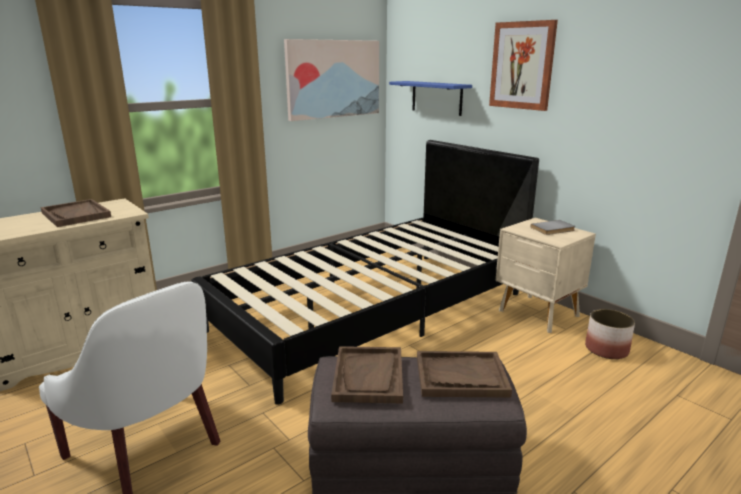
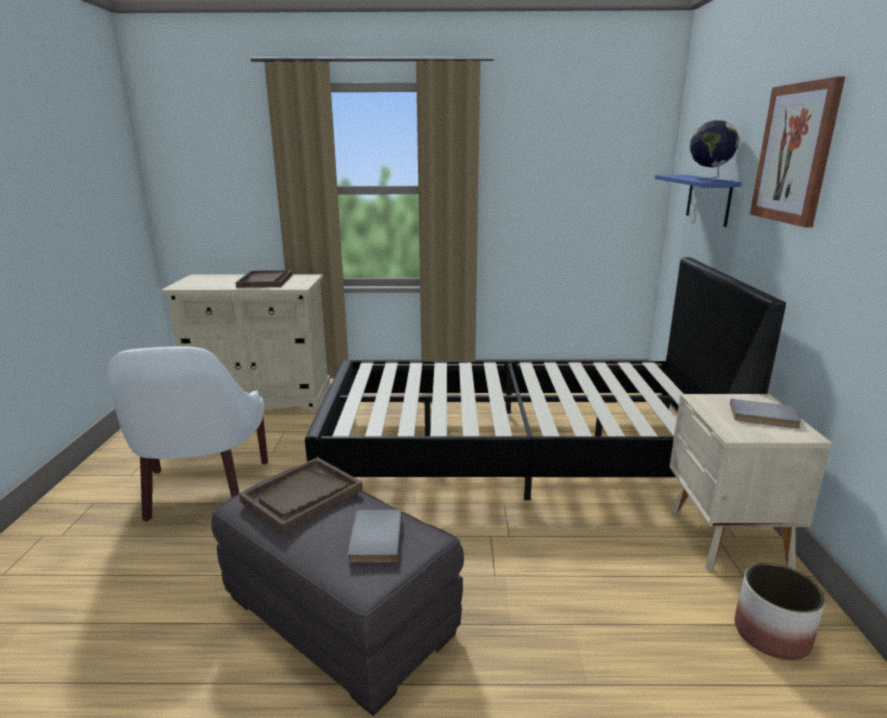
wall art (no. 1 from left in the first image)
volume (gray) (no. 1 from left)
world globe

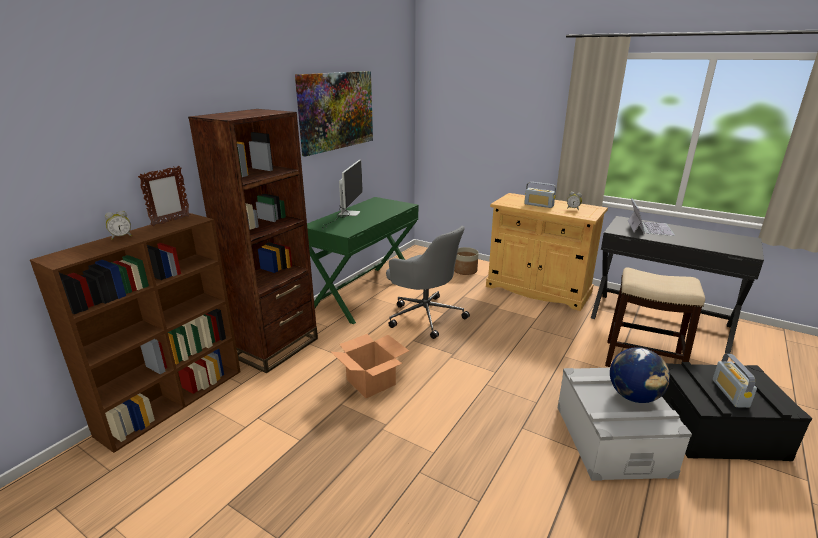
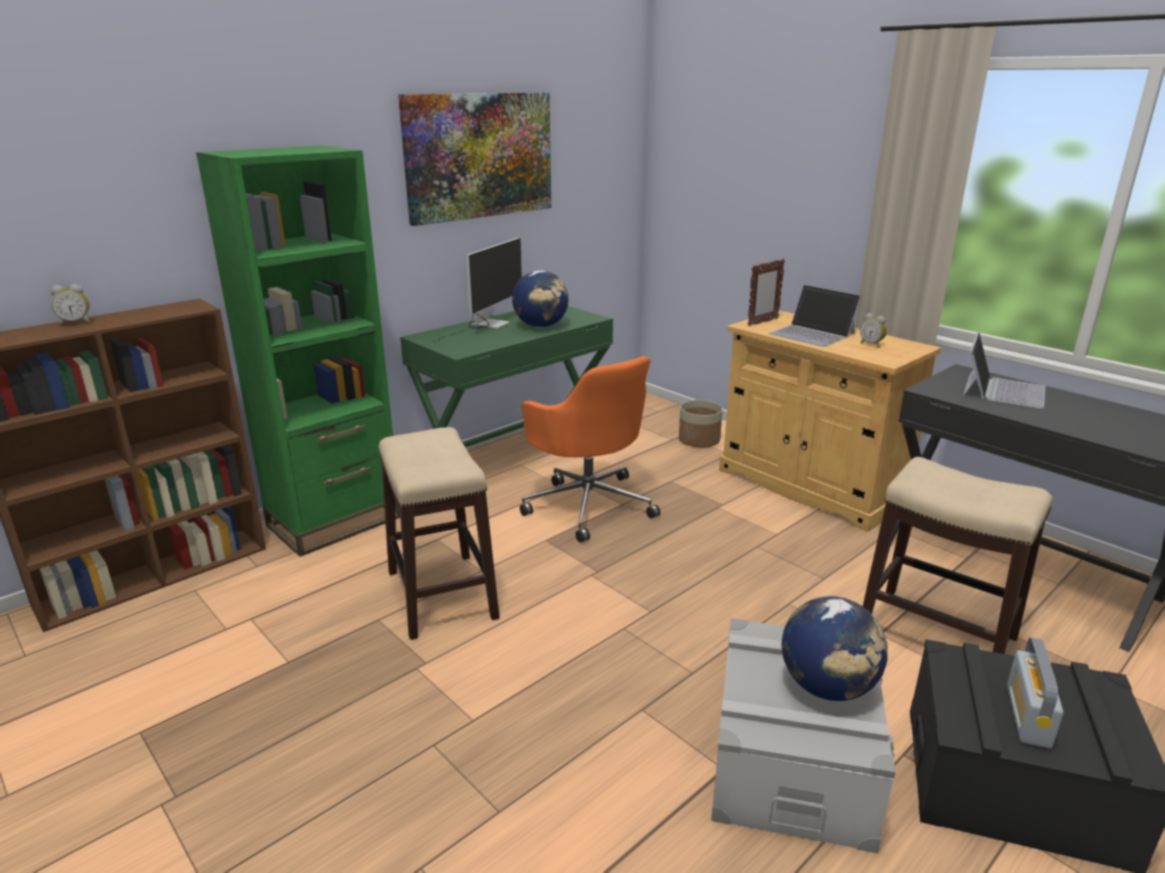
photo frame
shelving unit (green-coloured)
stool seat (no. 1 from left)
desk chair (orange)
portable computer (no. 1 from left)
world globe (no. 1 from left)

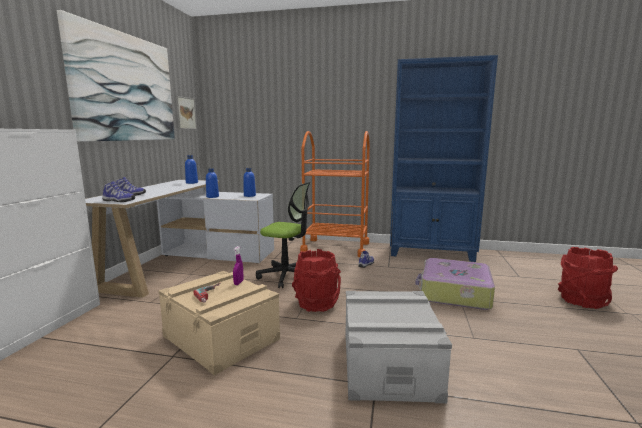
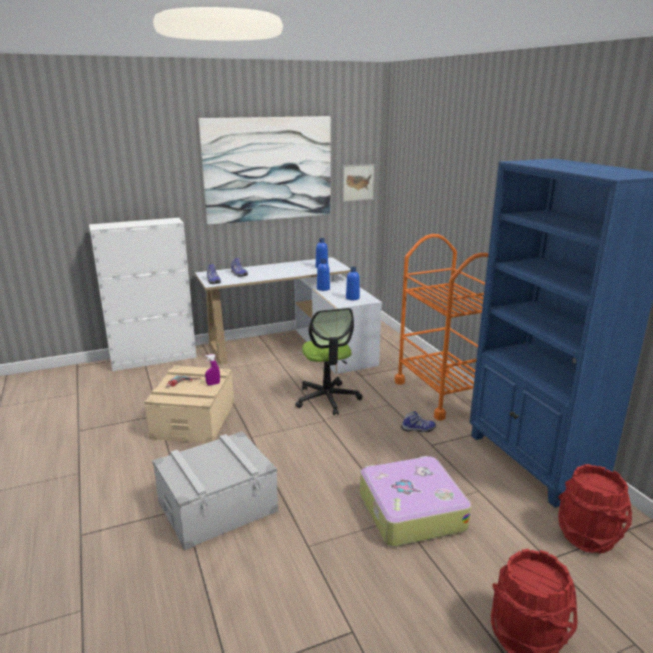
bucket (red) (no. 2 from left)

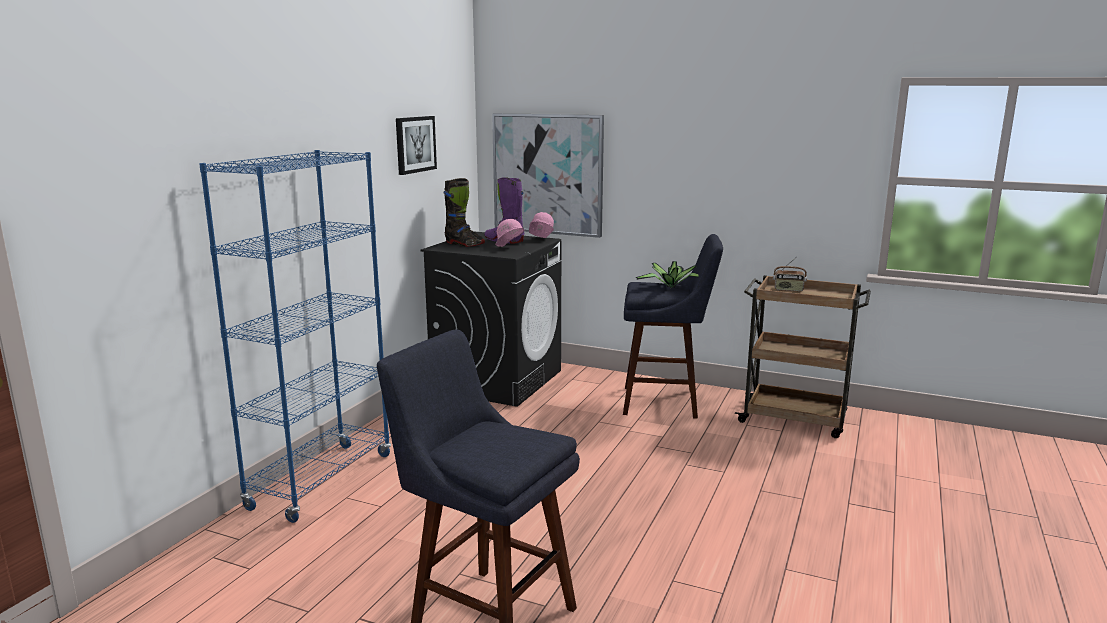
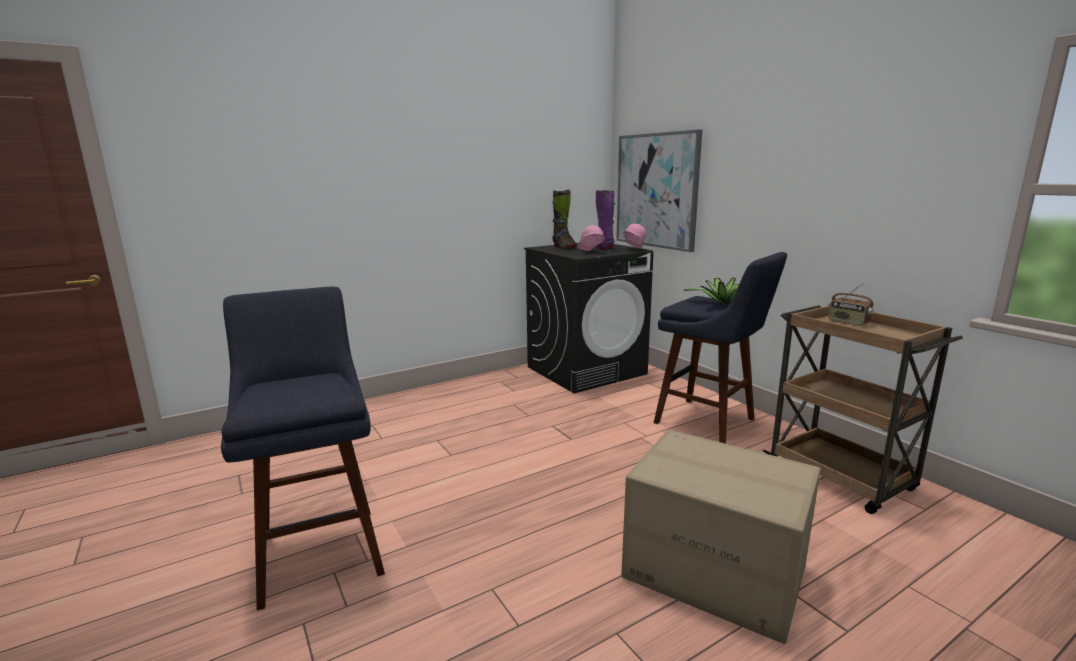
shelving unit (blue-coloured)
wall art (no. 1 from left in the first image)
cardboard box

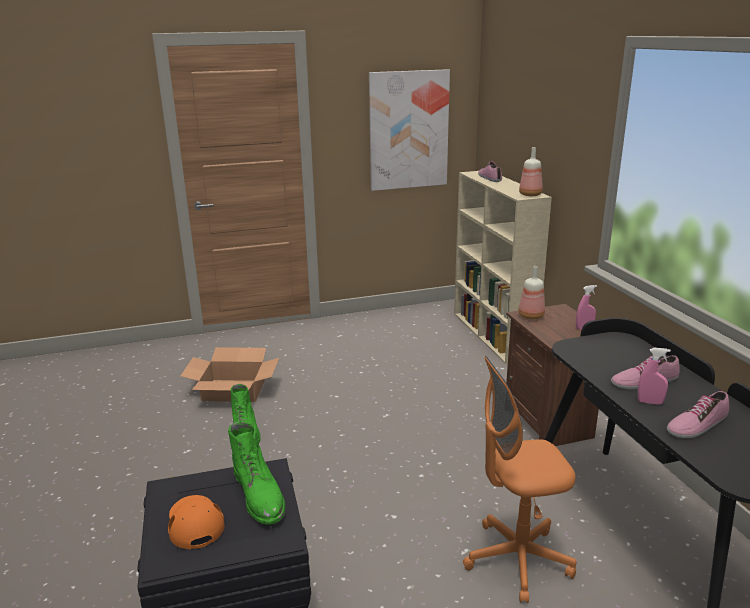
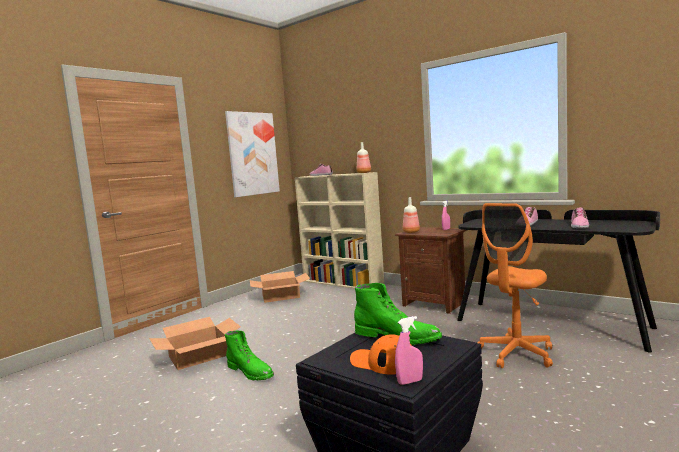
spray bottle (pink) (no. 1 from left)
cardboard box (no. 2 from left)

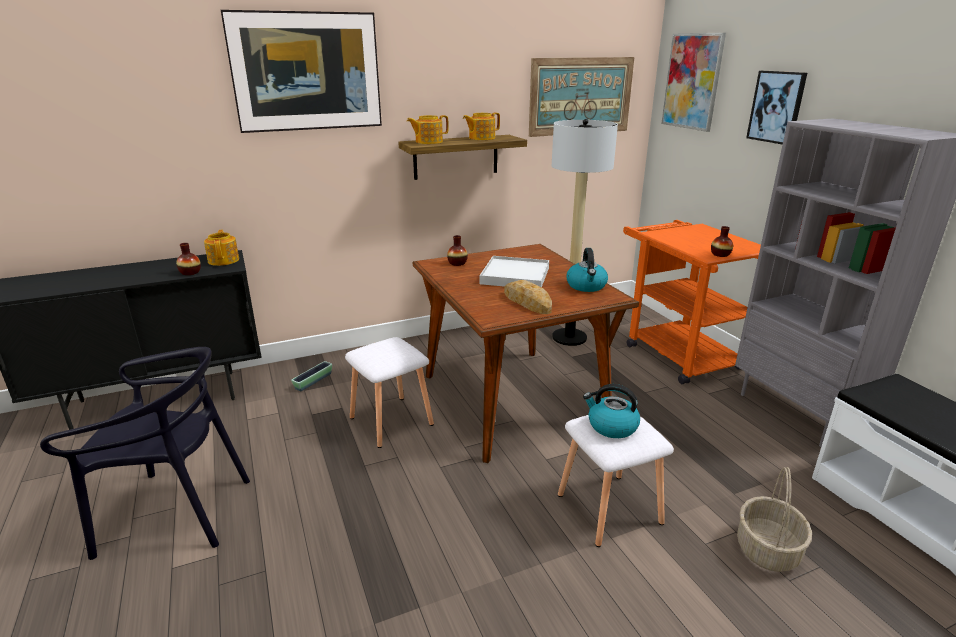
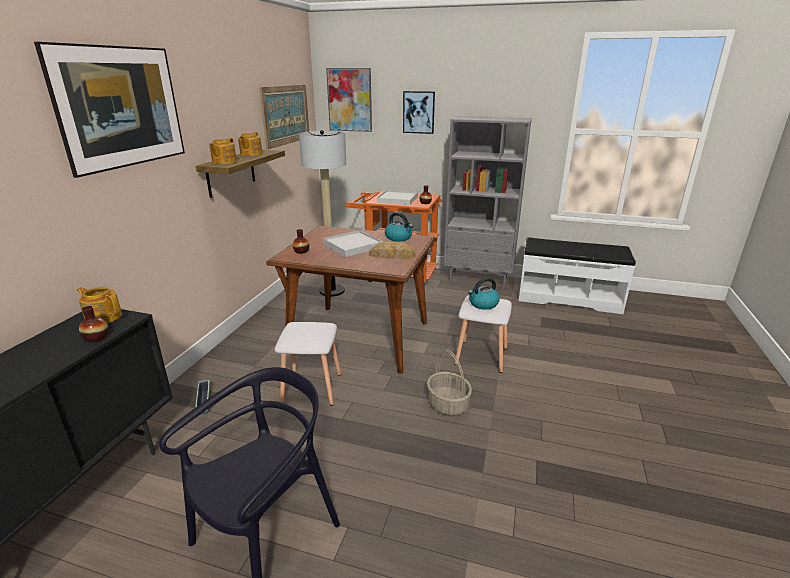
basket
carrying tray (whitish) (no. 2 from left)

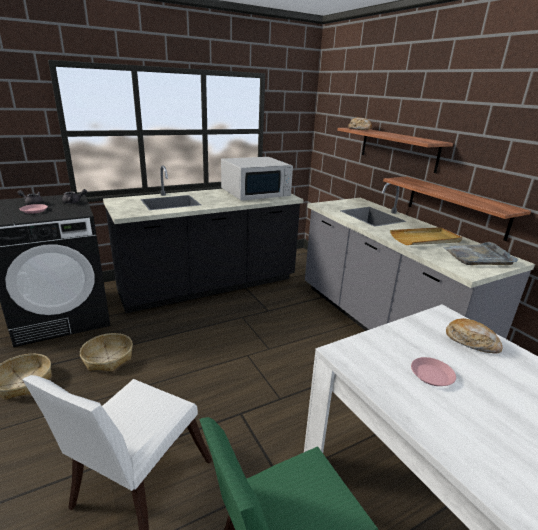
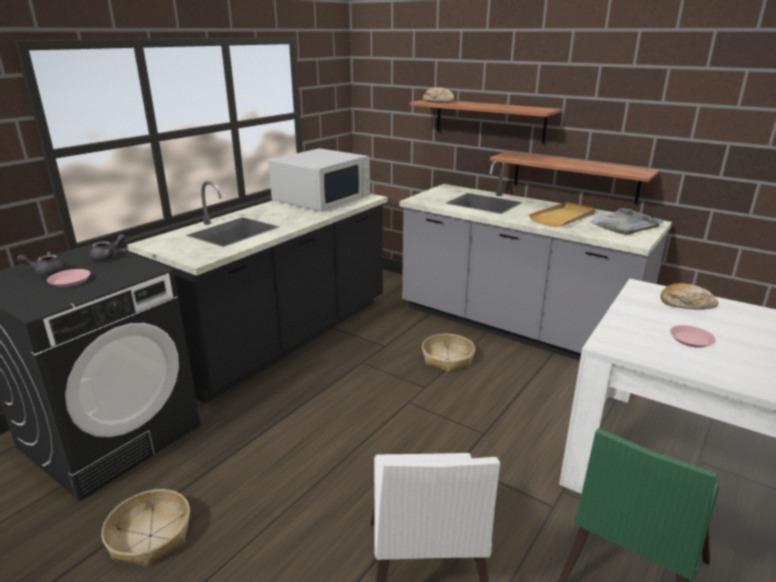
basket (no. 2 from left)

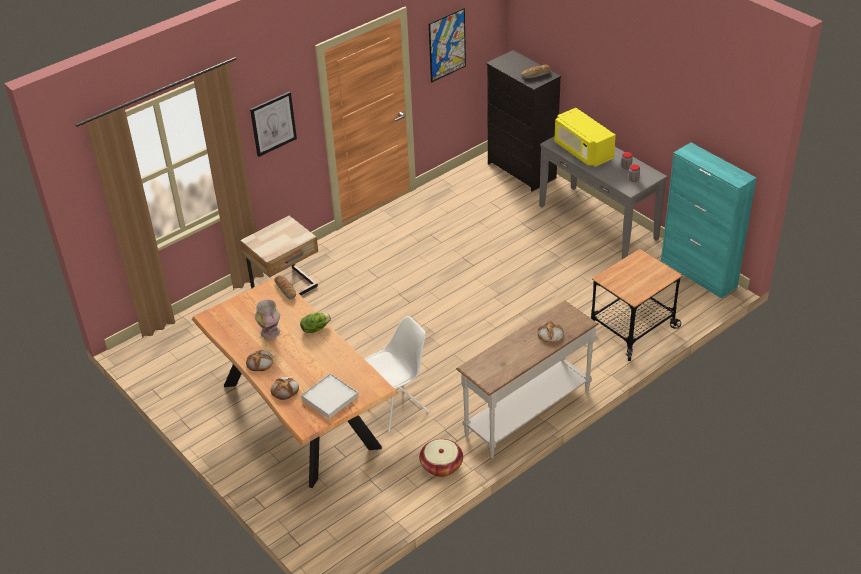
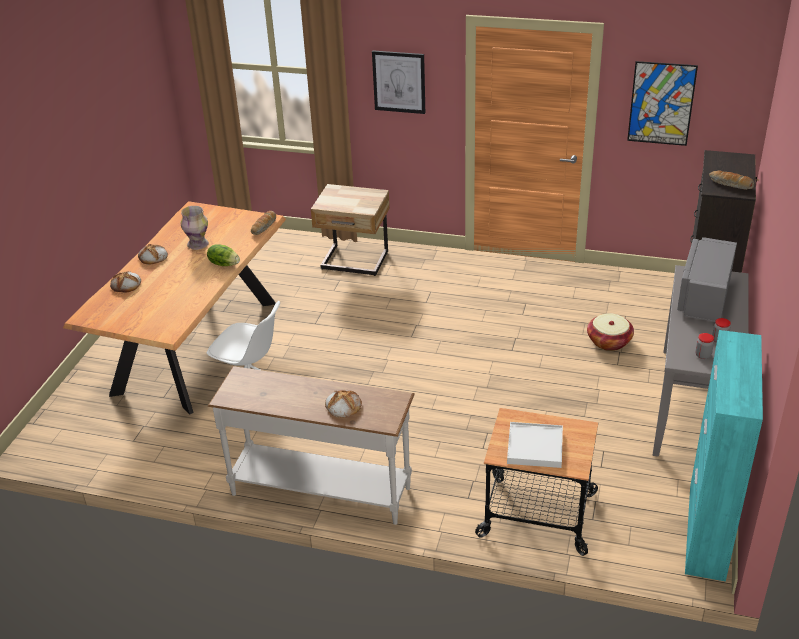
carrying tray (whitish)
basket
microwave (gray)

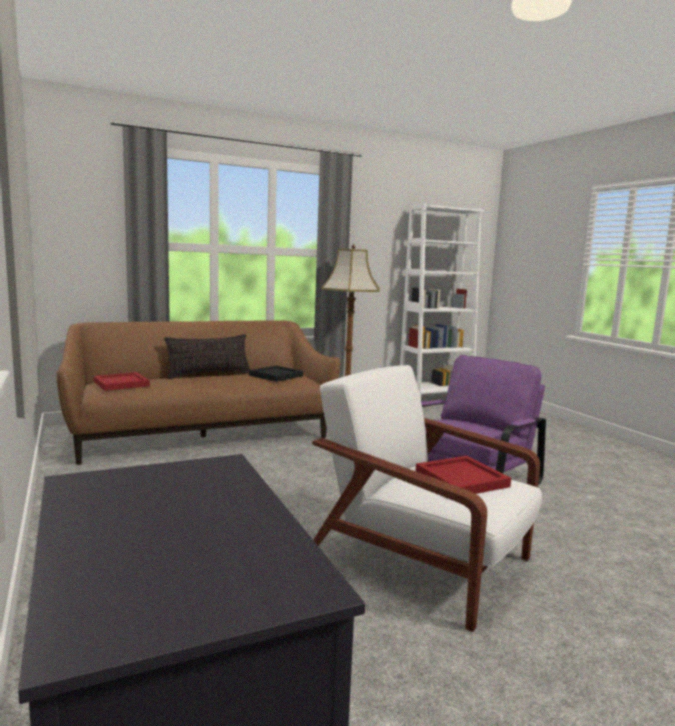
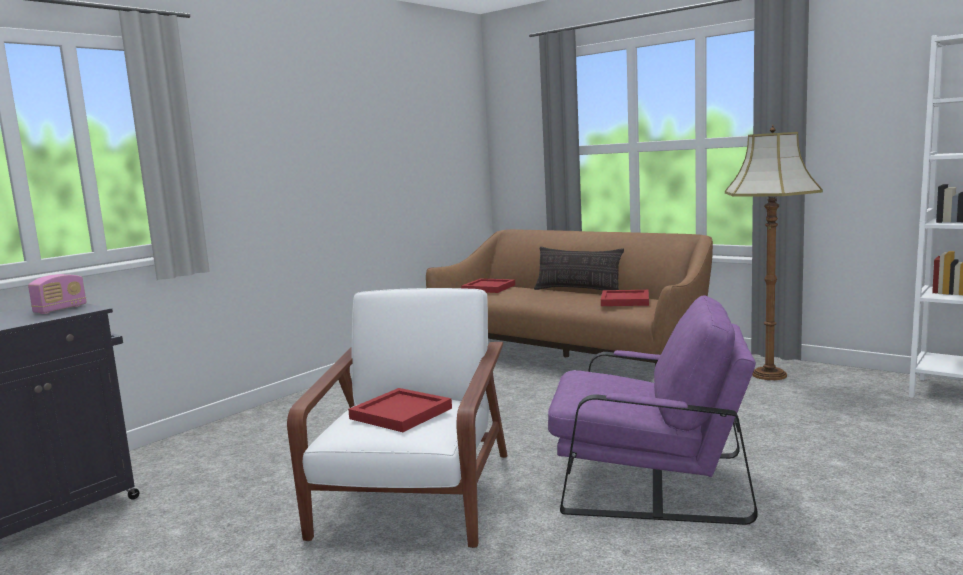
carrying tray (red) (no. 3 from left)
radio set

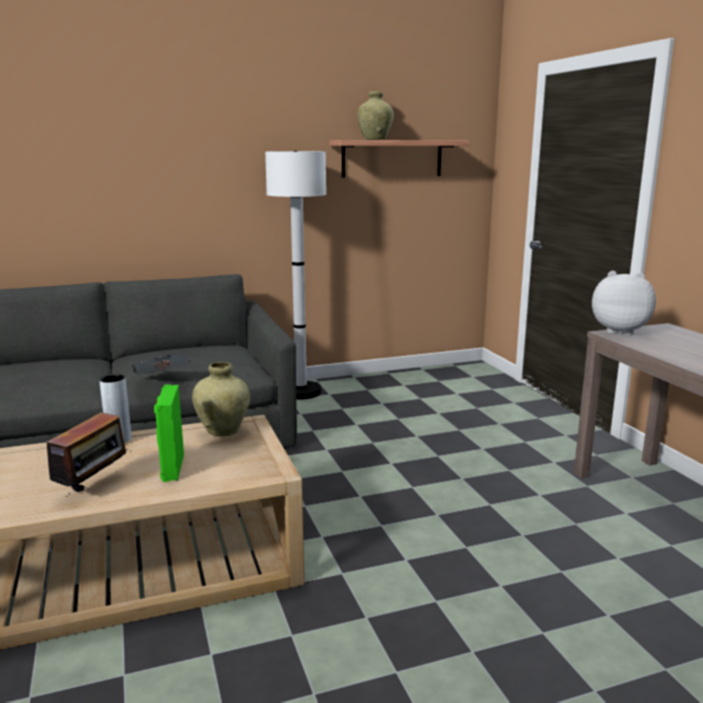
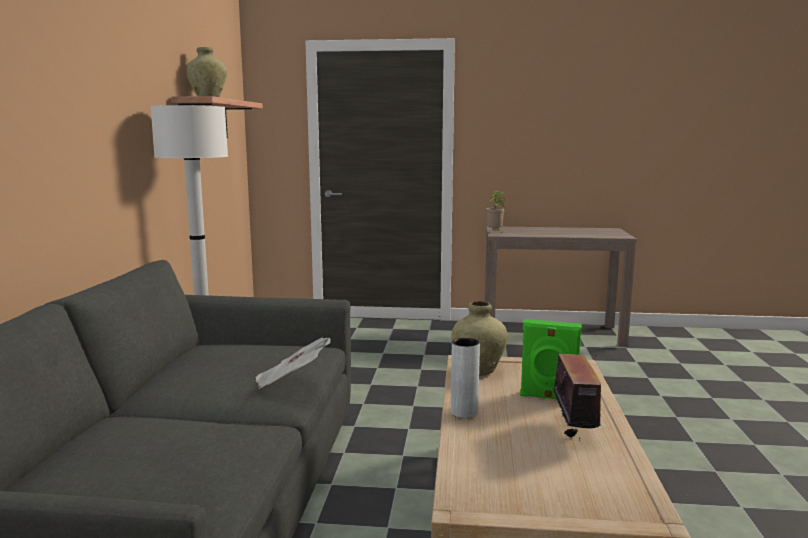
radio set
potted plant

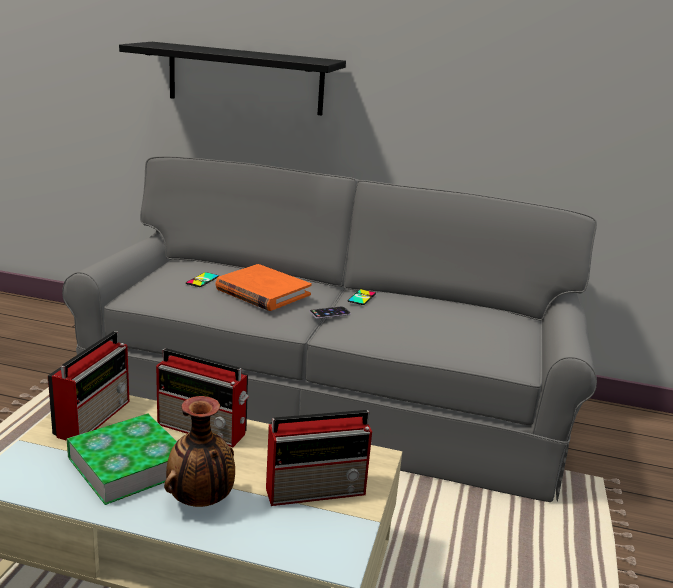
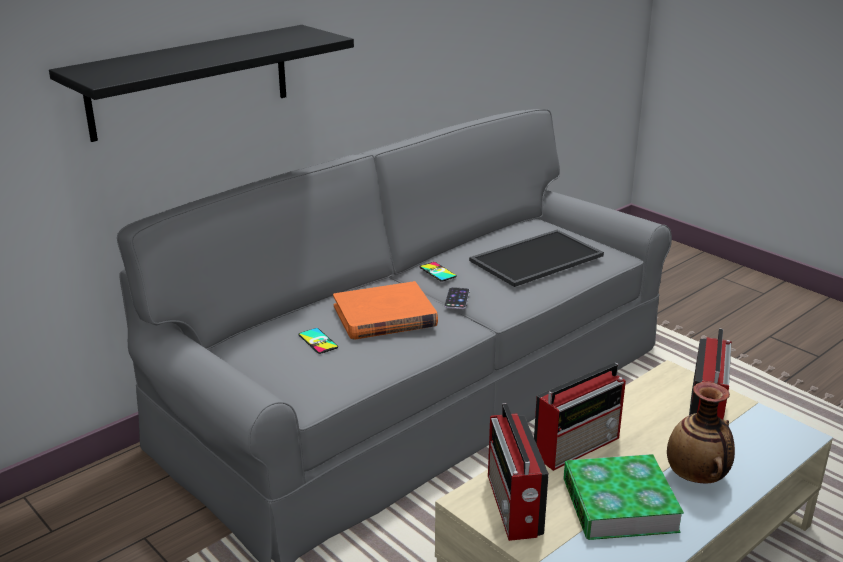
radio set (no. 1 from left)
carrying tray

